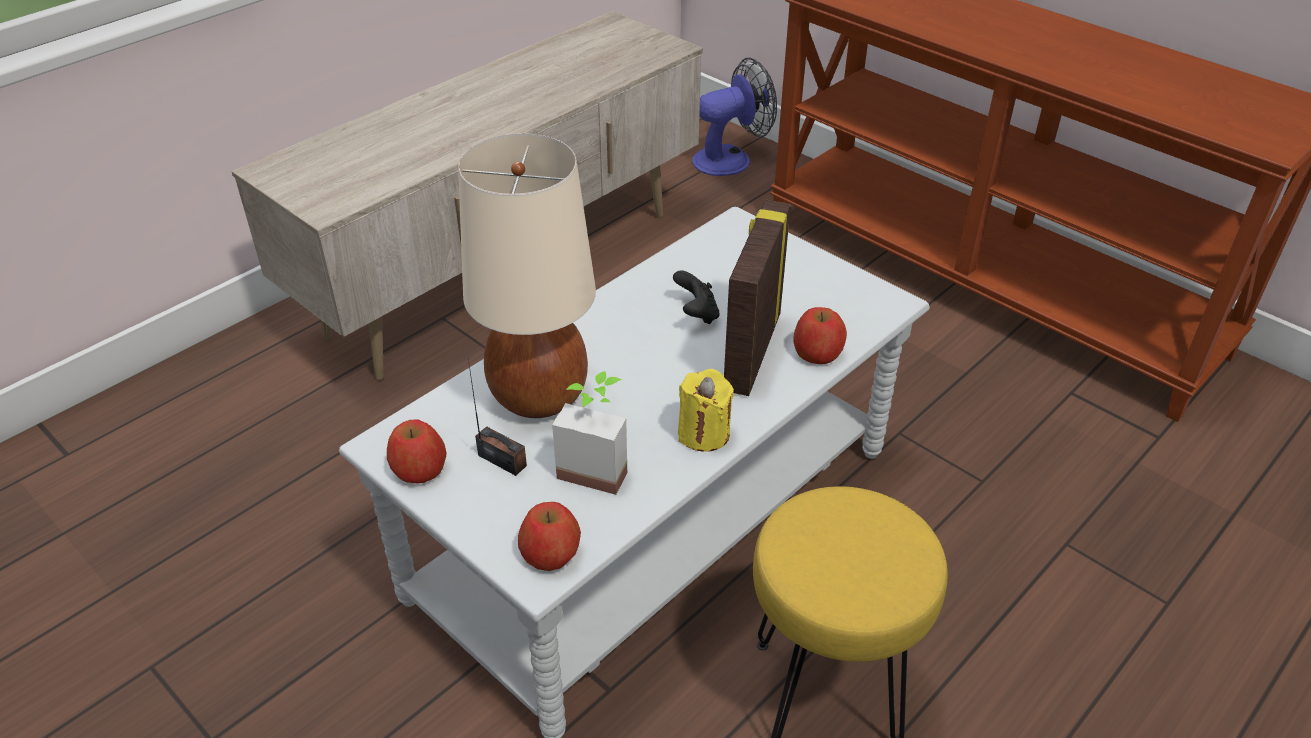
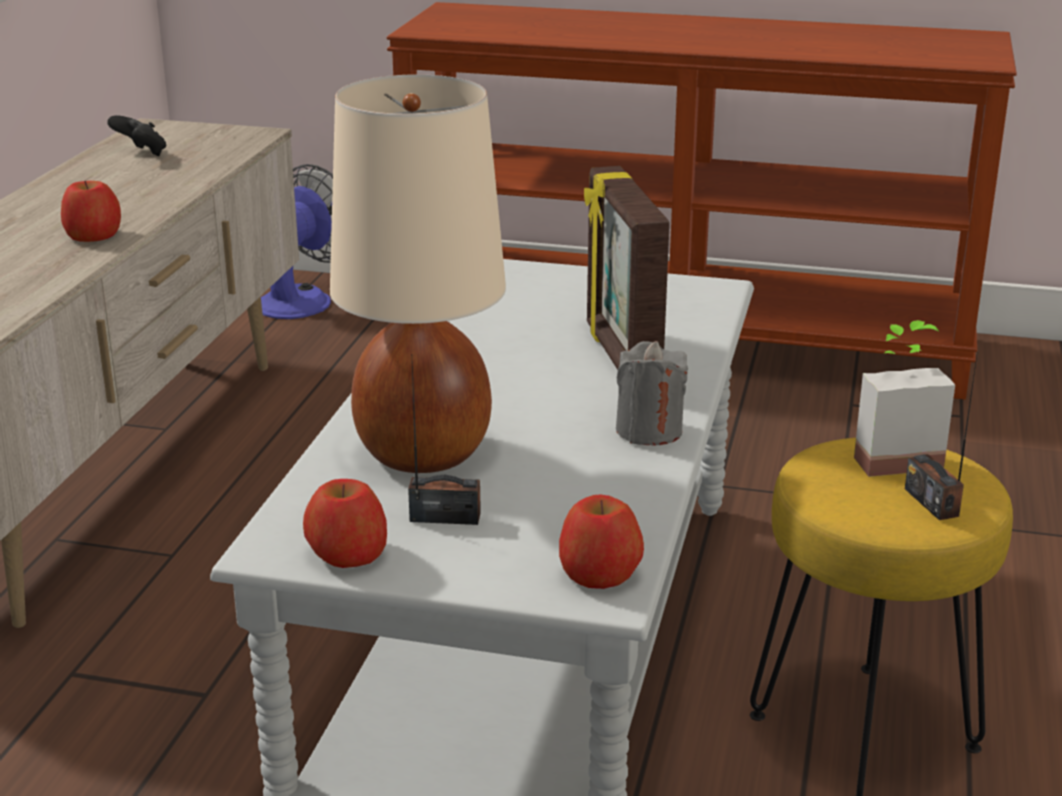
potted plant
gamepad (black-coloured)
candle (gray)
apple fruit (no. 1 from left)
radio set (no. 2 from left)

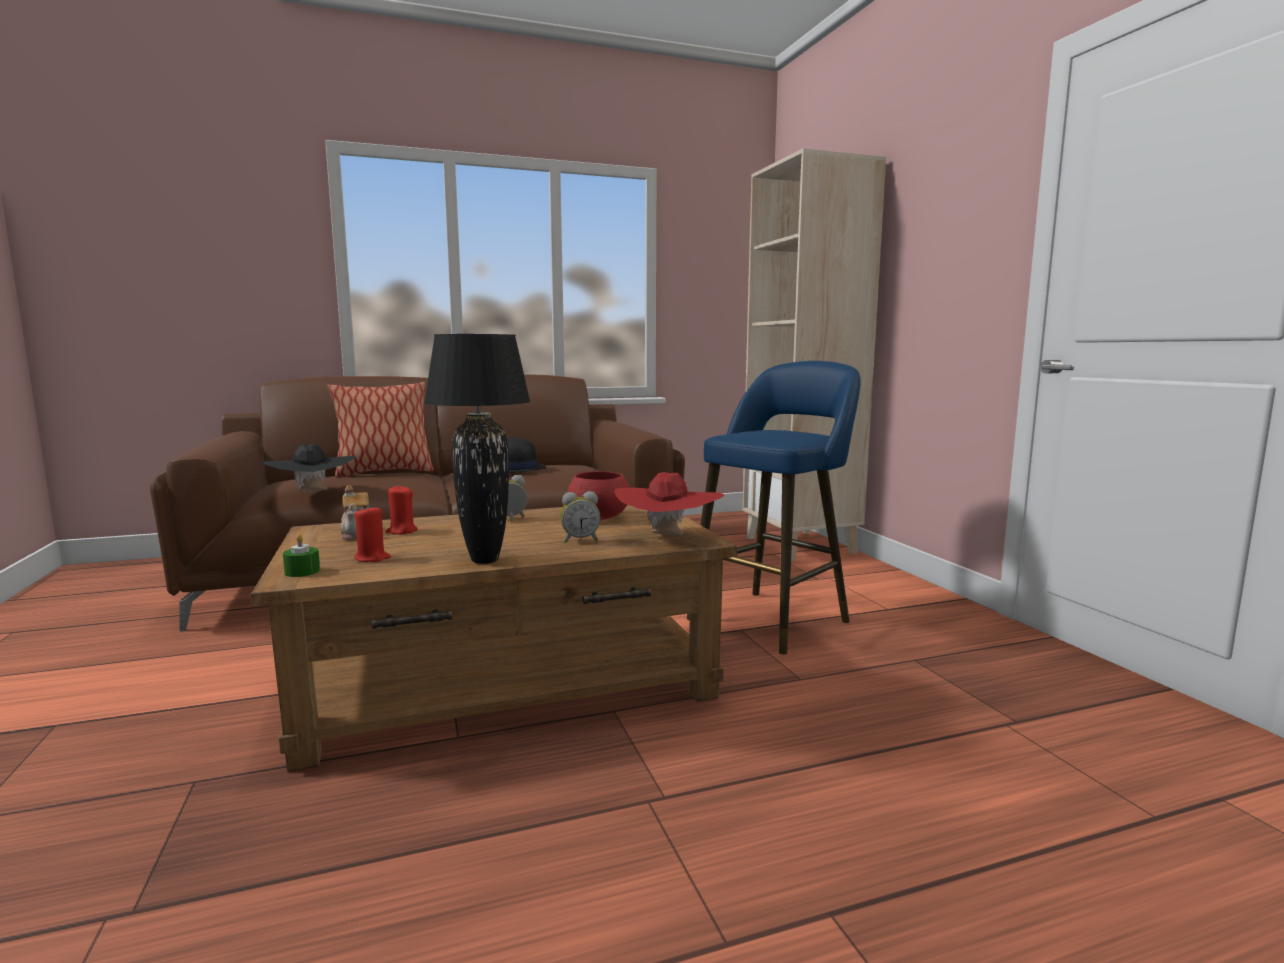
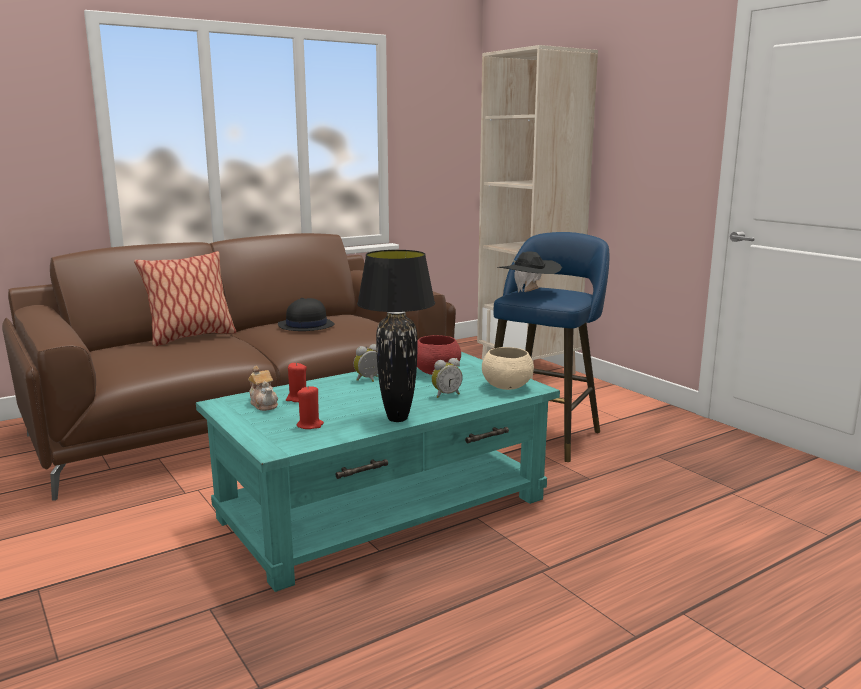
coffee table (turquoise-coloured)
clothing hat (black-coloured) (no. 2 from left)
candle (green-coloured)
bowl (beige-coloured)

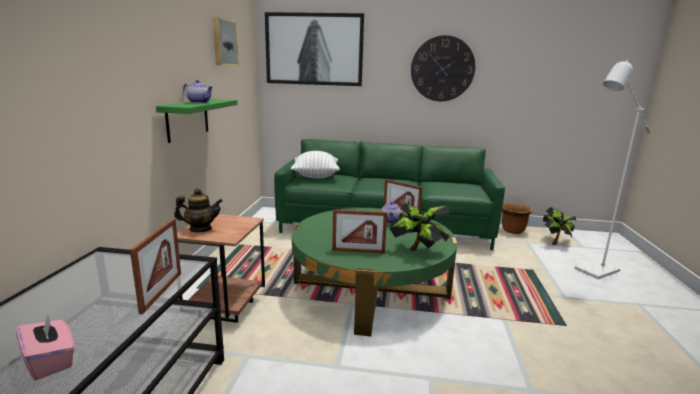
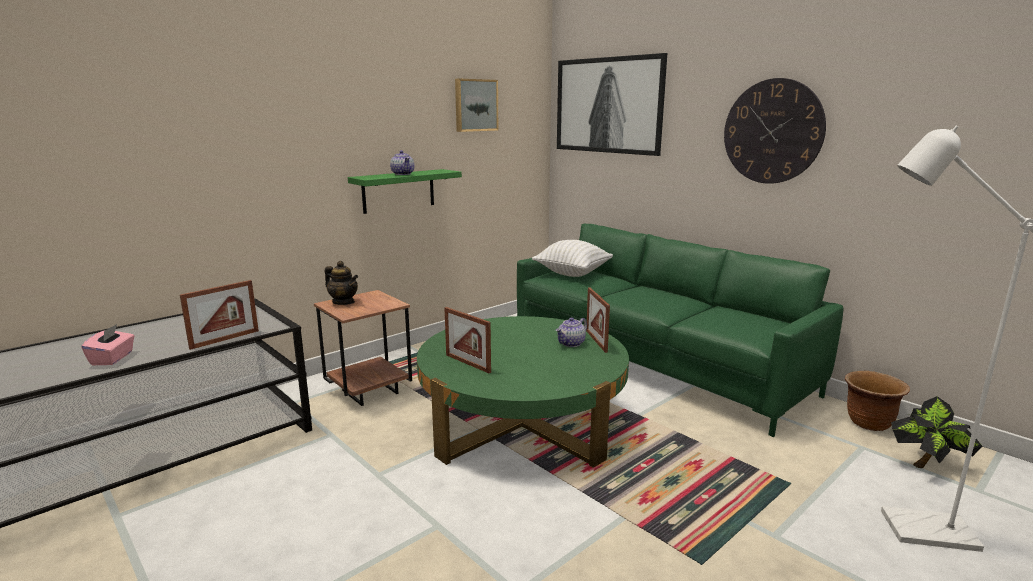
potted plant (no. 1 from left in the first image)

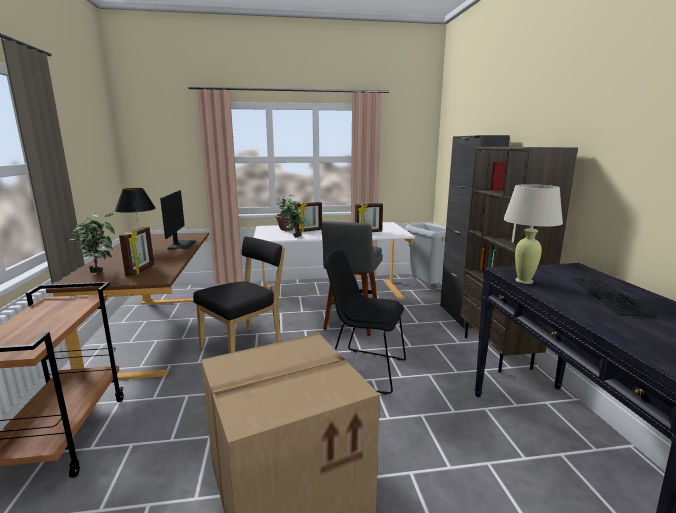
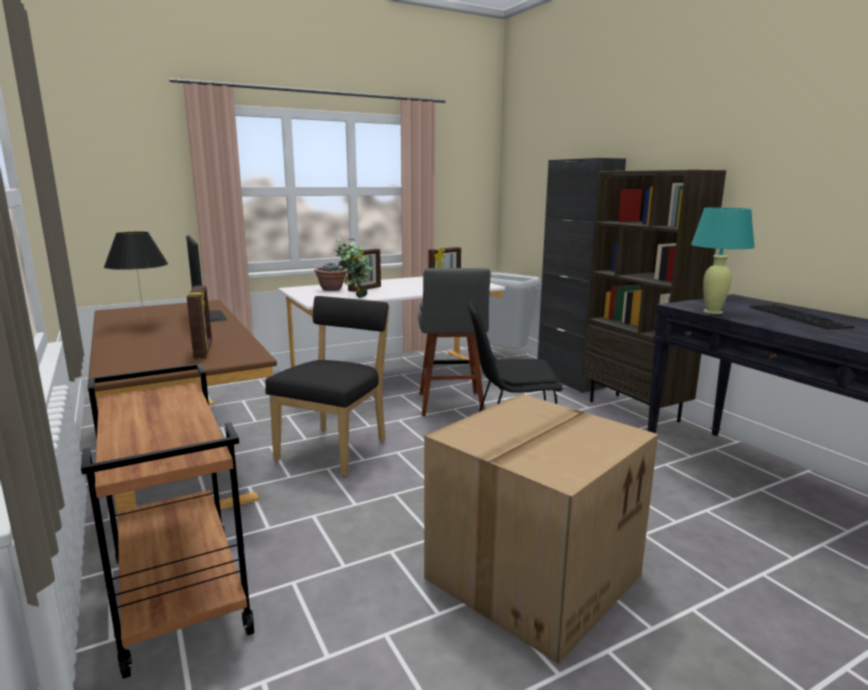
potted plant (no. 1 from left in the first image)
lamp for a table (turquoise-coloured)

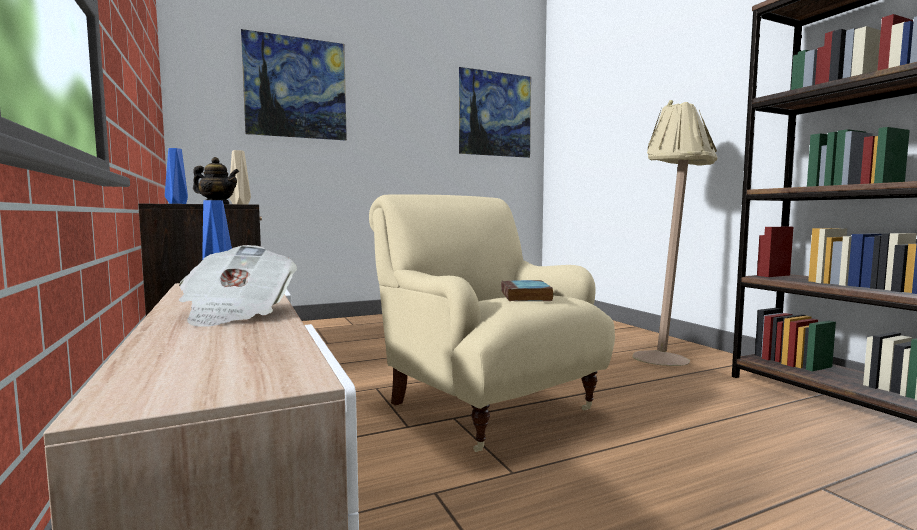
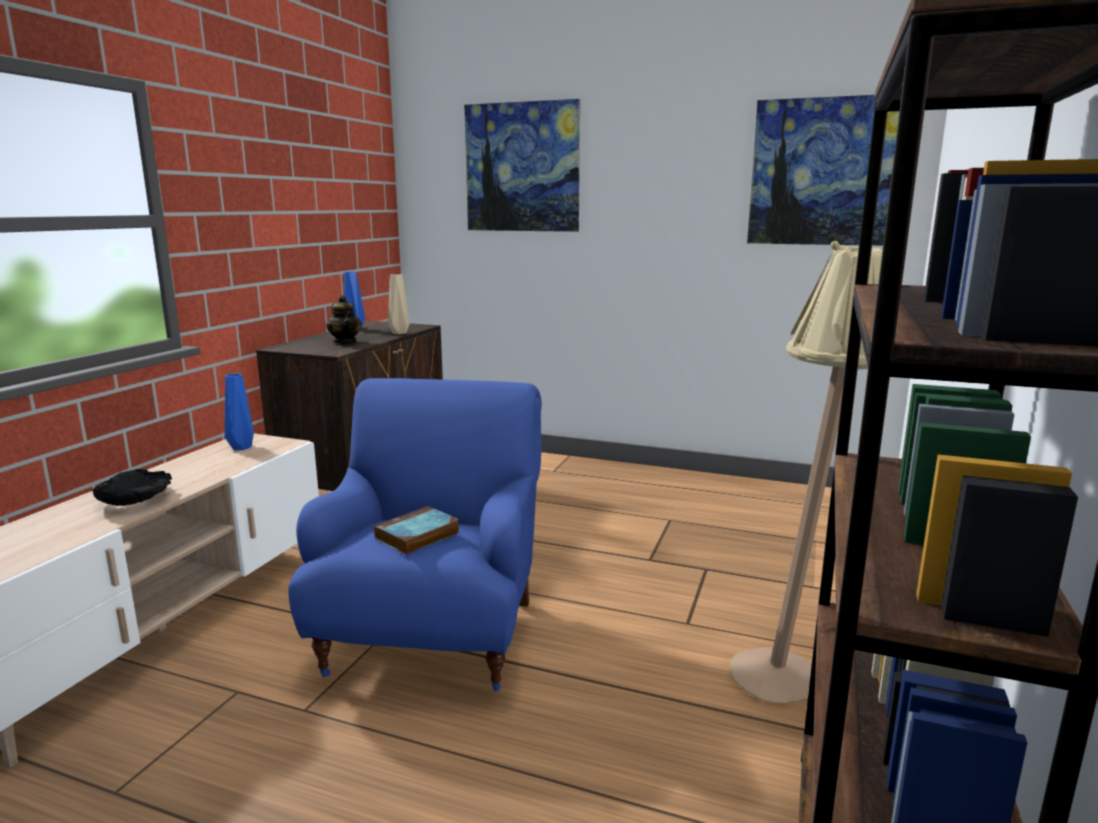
bowl (black-coloured)
lounge chair (blue-coloured)

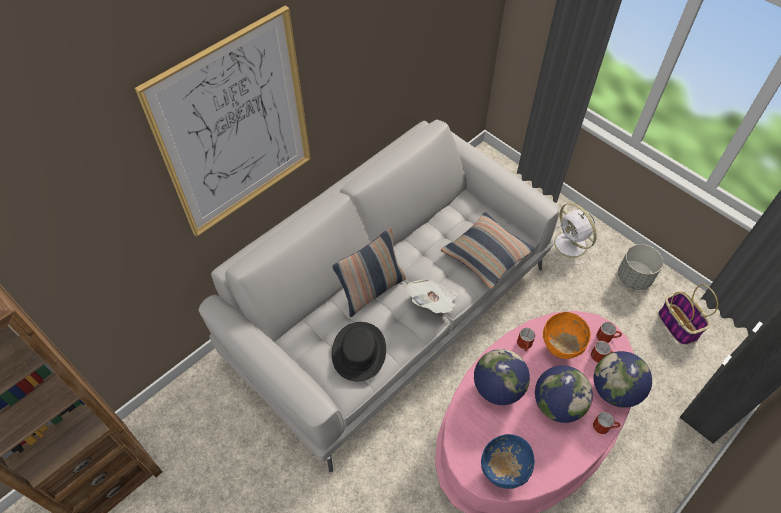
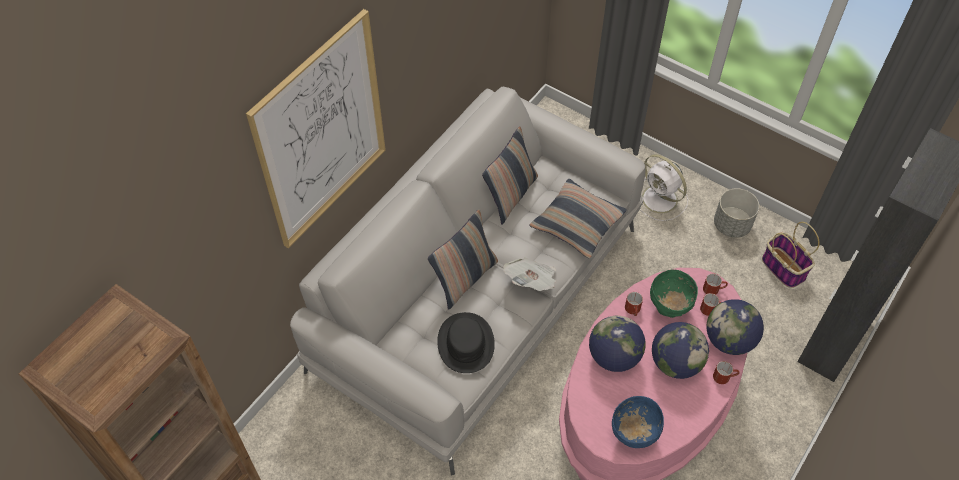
bowl (green-coloured)
throw pillow (no. 2 from left)

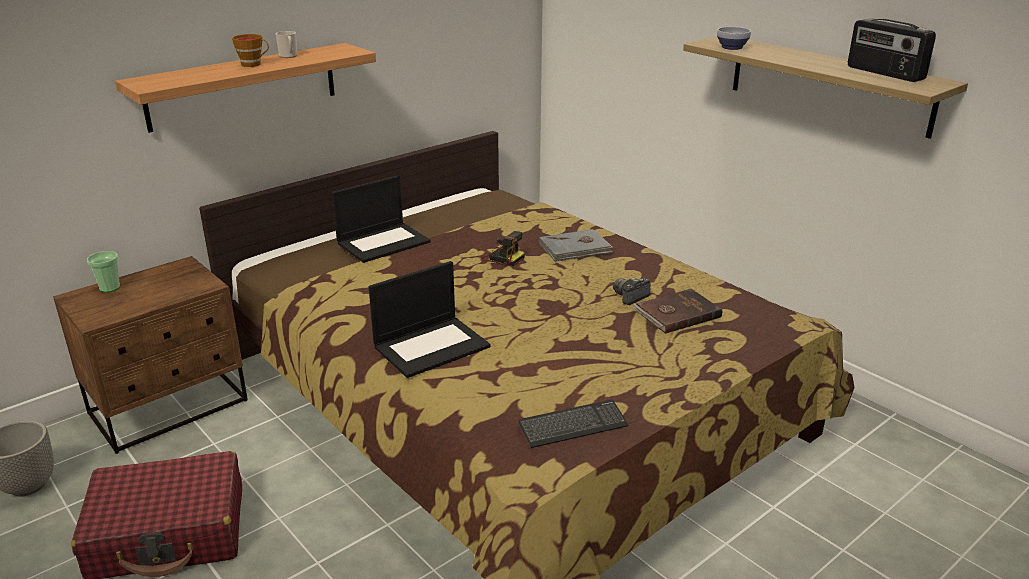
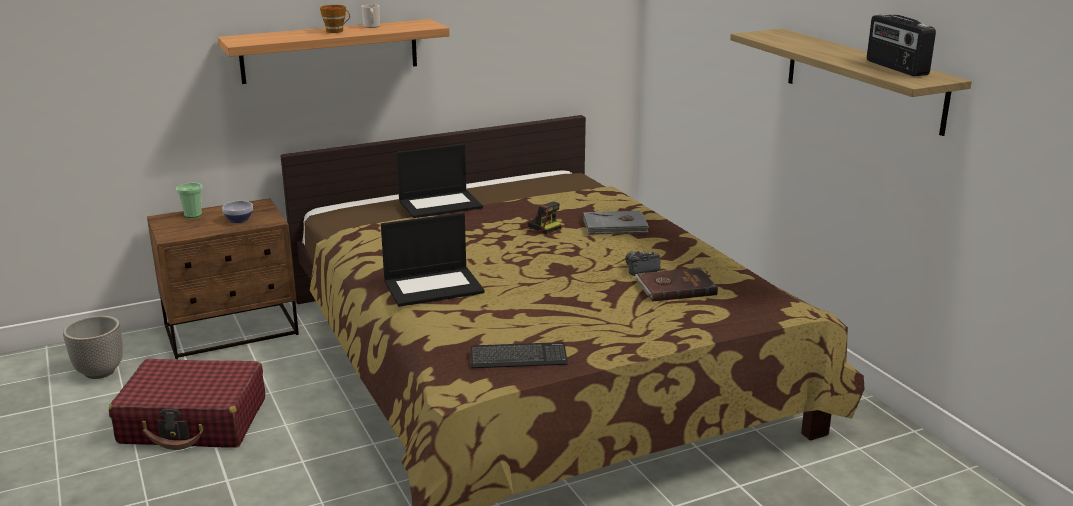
bowl

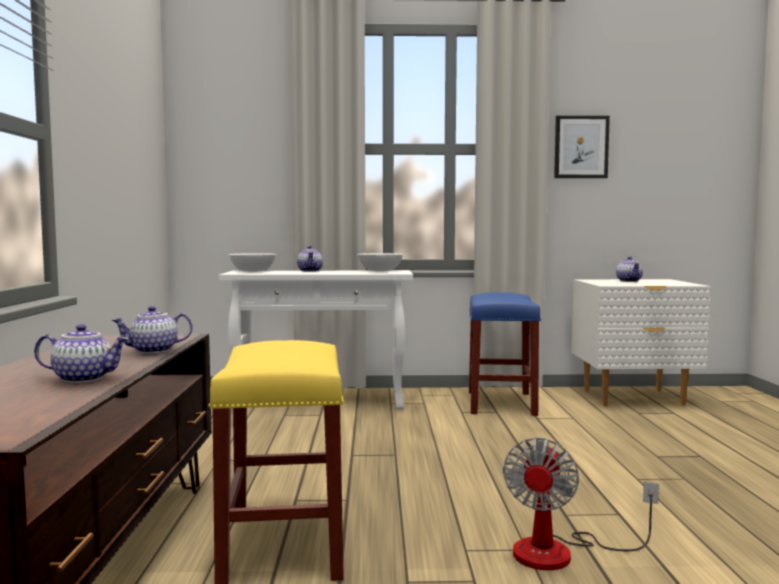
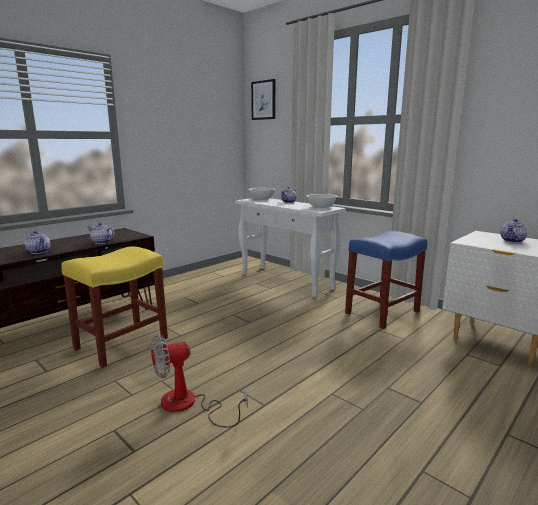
wall art

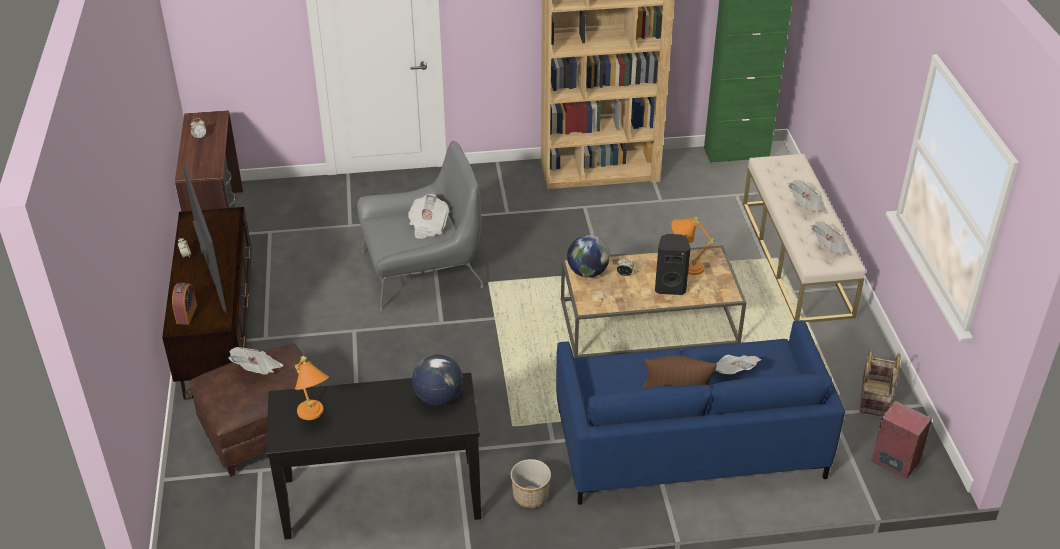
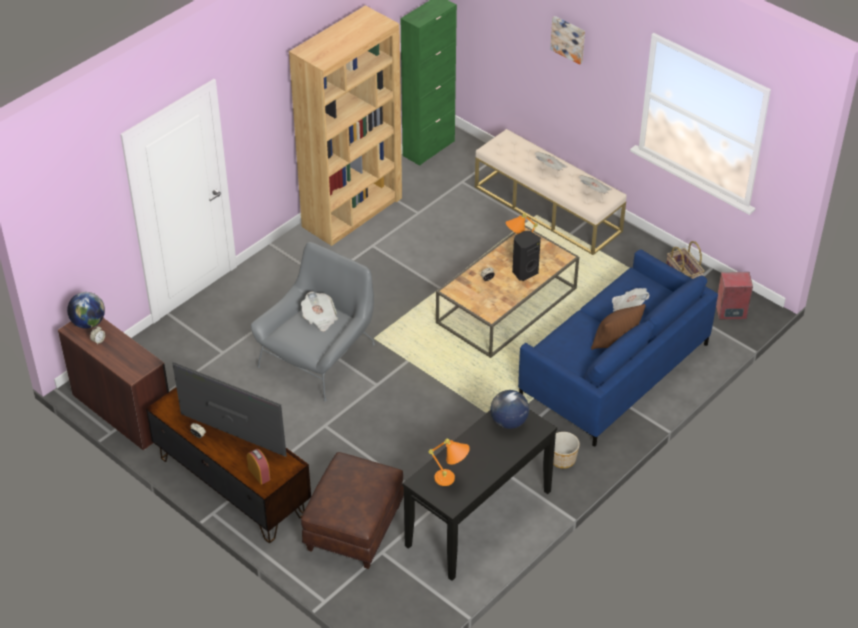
newspaper (no. 1 from left in the first image)
world globe (no. 1 from left)
wall art

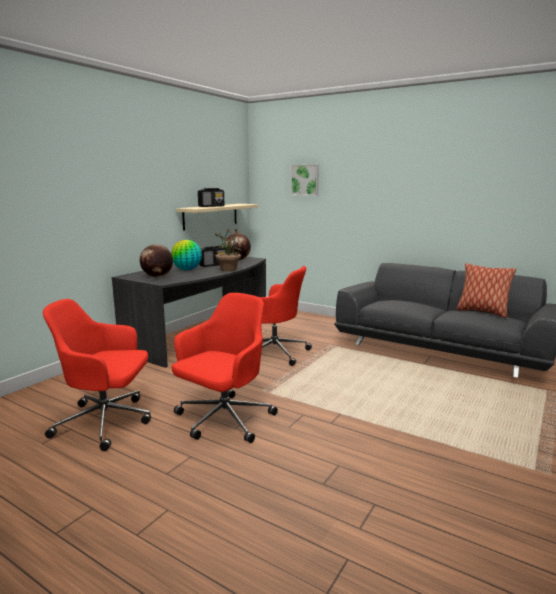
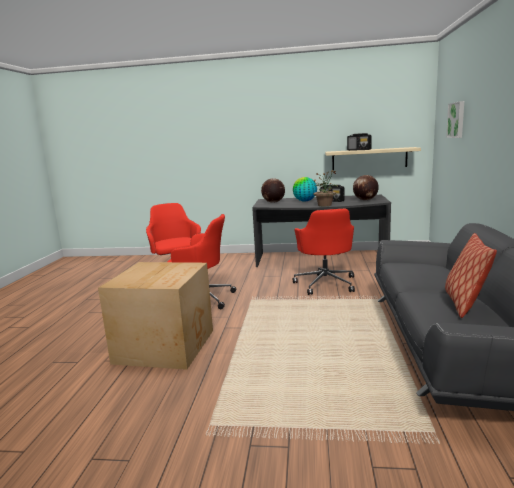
cardboard box

